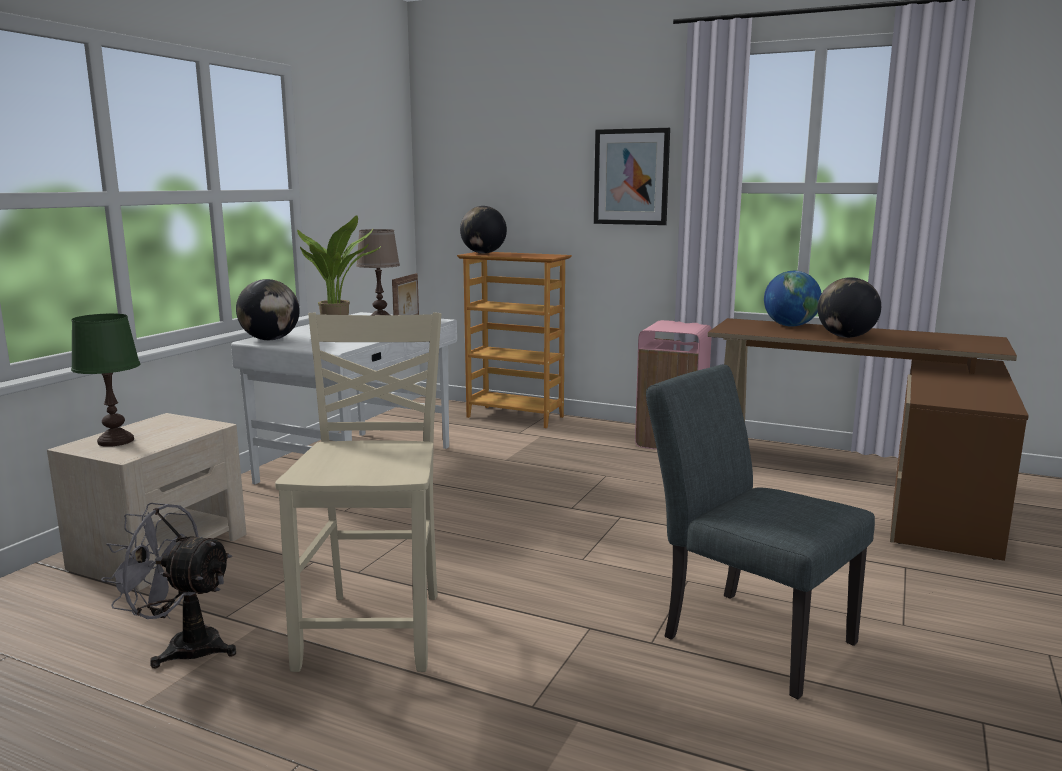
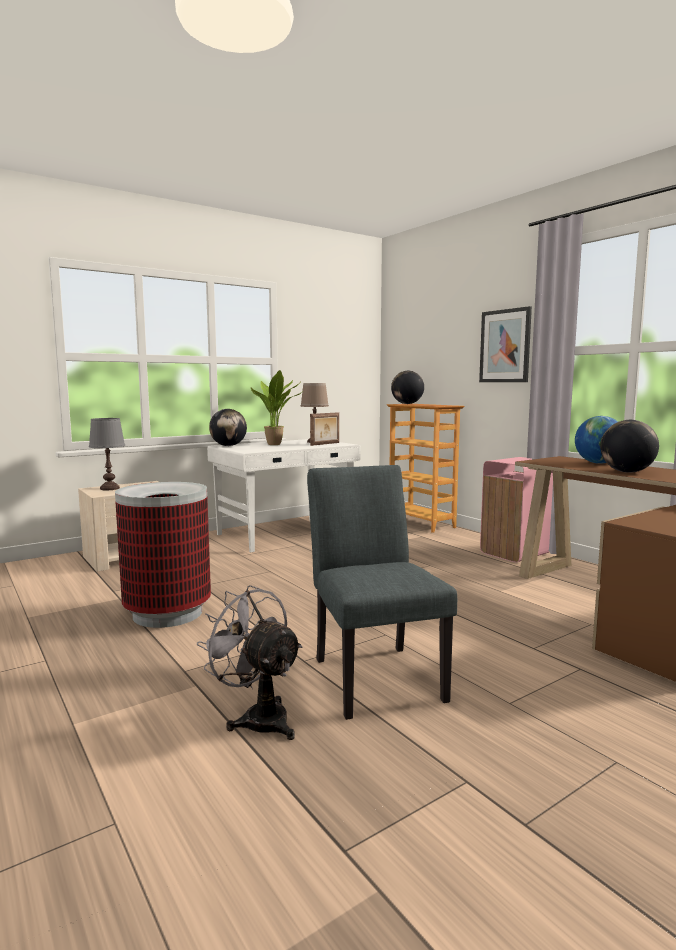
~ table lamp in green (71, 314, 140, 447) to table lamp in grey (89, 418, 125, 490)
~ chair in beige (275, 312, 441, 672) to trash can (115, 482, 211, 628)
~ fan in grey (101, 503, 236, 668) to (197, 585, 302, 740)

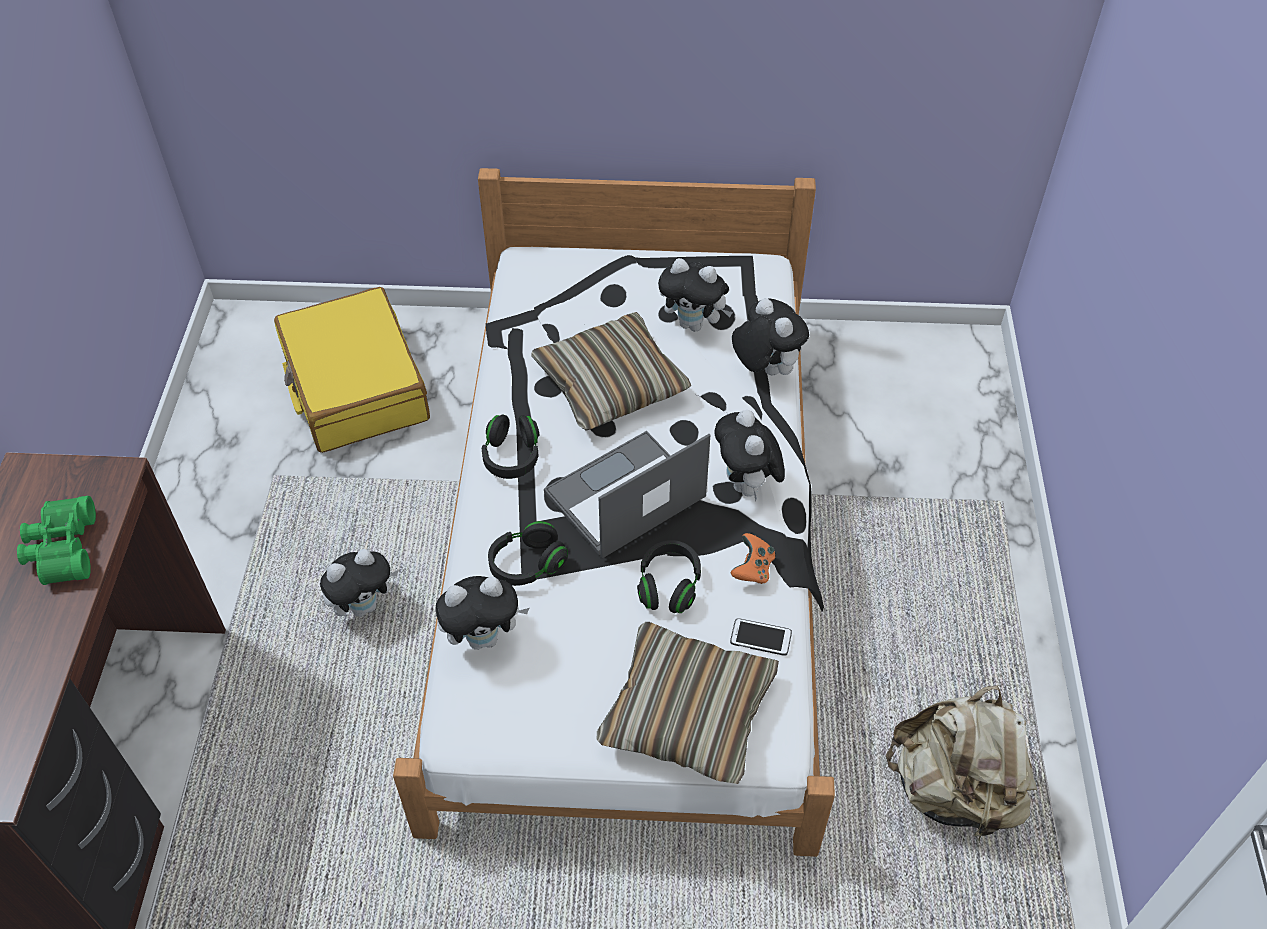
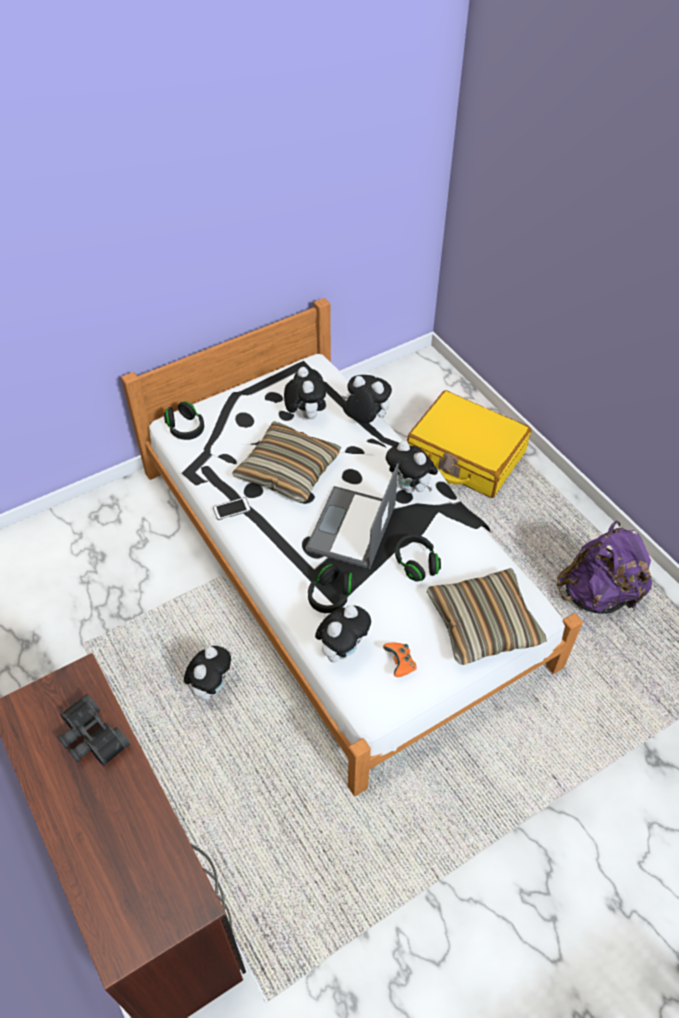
~ binoculars in green (17, 496, 96, 585) to binoculars in black (57, 694, 130, 766)
~ headphones in black (482, 415, 540, 479) to (164, 401, 204, 440)
~ phone (730, 618, 792, 656) to (213, 497, 251, 520)
~ plush toy (658, 258, 733, 332) = (284, 367, 326, 419) 90 degrees counterclockwise
~ game controller in orange (731, 533, 775, 584) to (383, 643, 417, 677)
~ suitcase in yellow (274, 287, 430, 453) to (407, 390, 531, 498)
~ backpack in beige (886, 686, 1037, 844) to backpack in purple (556, 521, 652, 614)

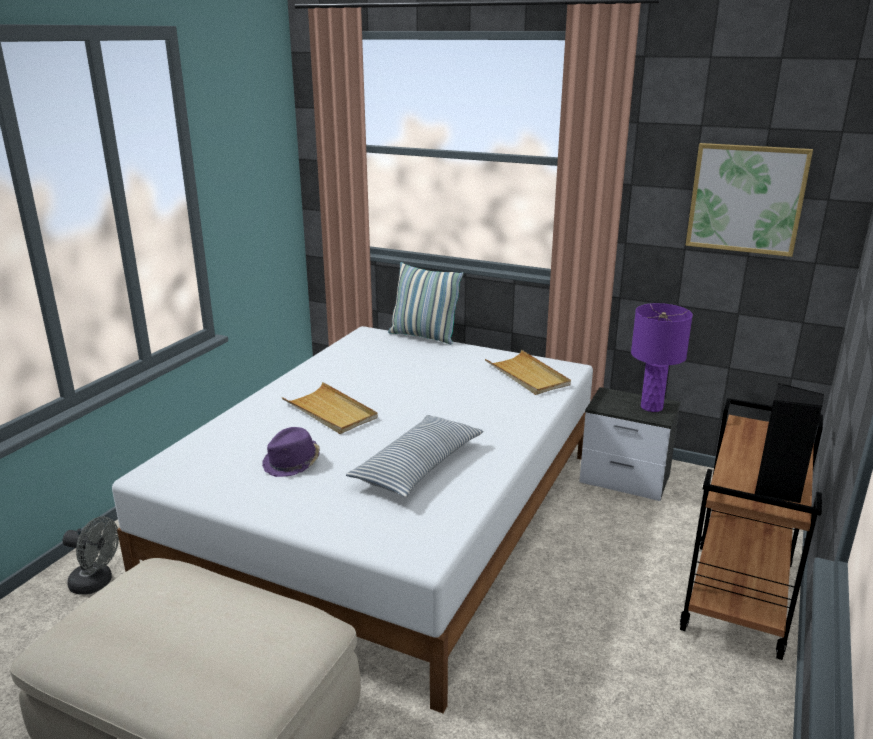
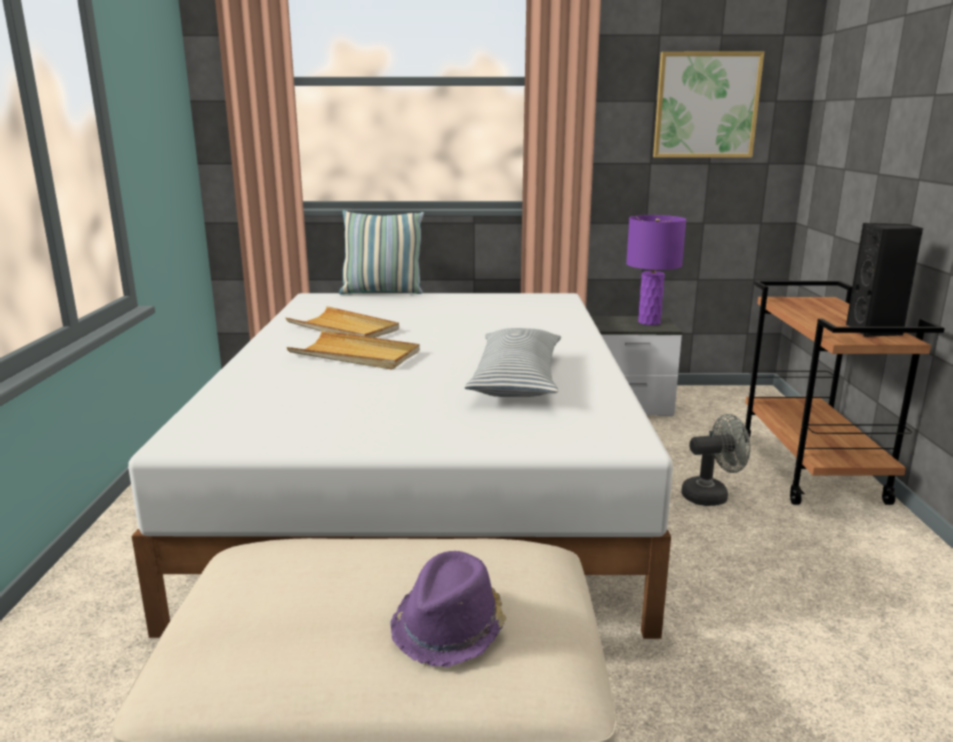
~ tray in beige (485, 350, 571, 395) to (286, 306, 399, 338)
~ hat in purple (262, 427, 320, 477) to (390, 551, 506, 667)
~ fan in grey (63, 516, 119, 595) to (681, 414, 750, 506)

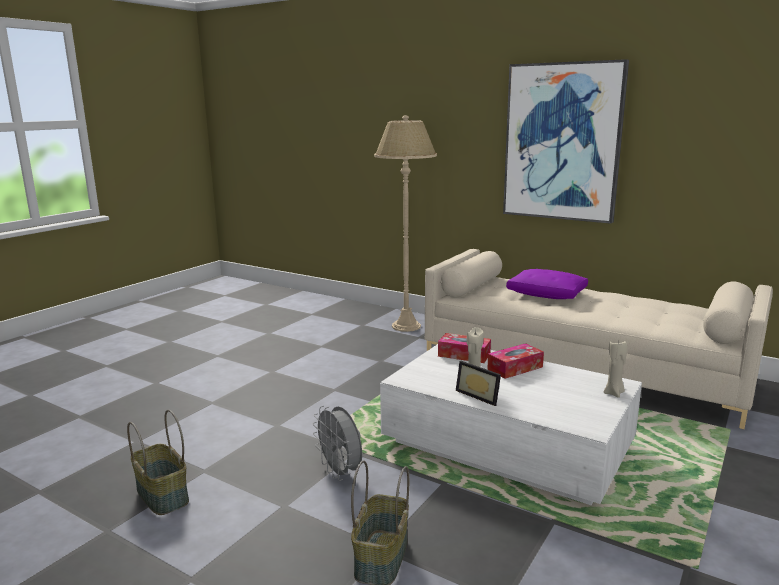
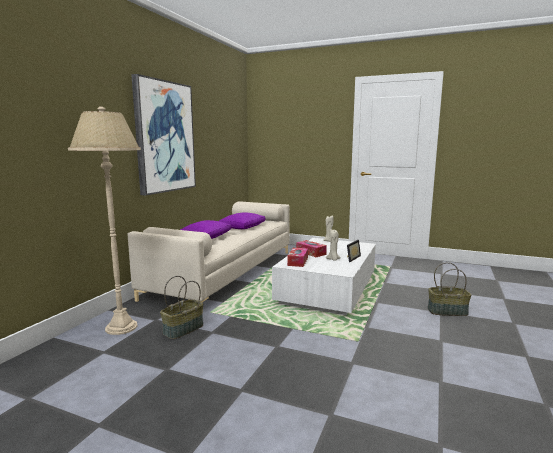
~ basket (127, 410, 189, 515) to (160, 276, 203, 339)
+ pillow in purple (219, 213, 265, 229)
- fan in grey (313, 406, 362, 481)

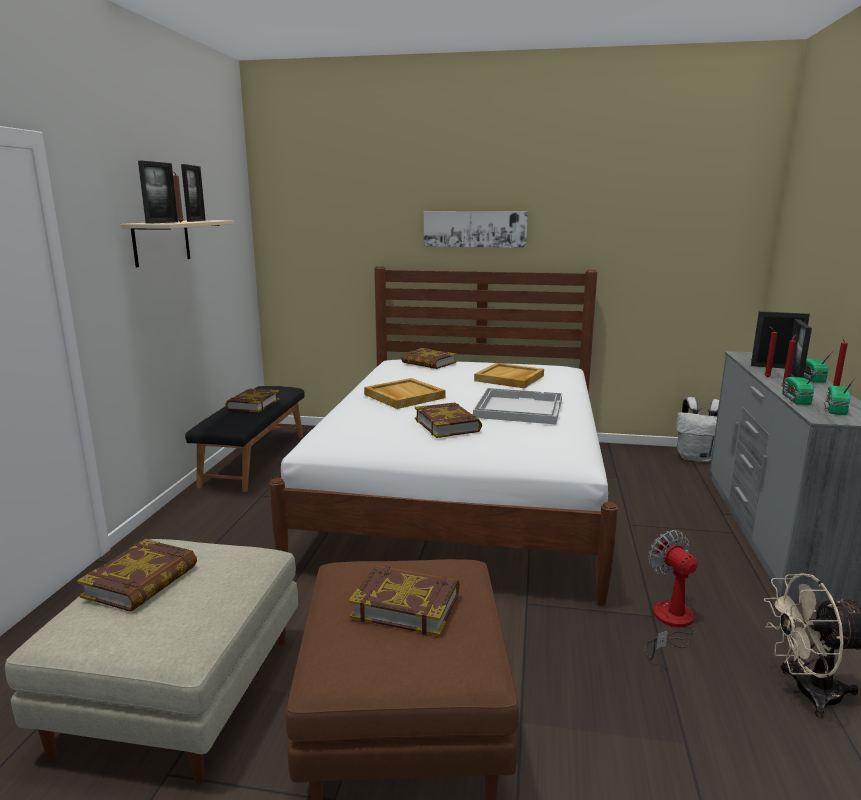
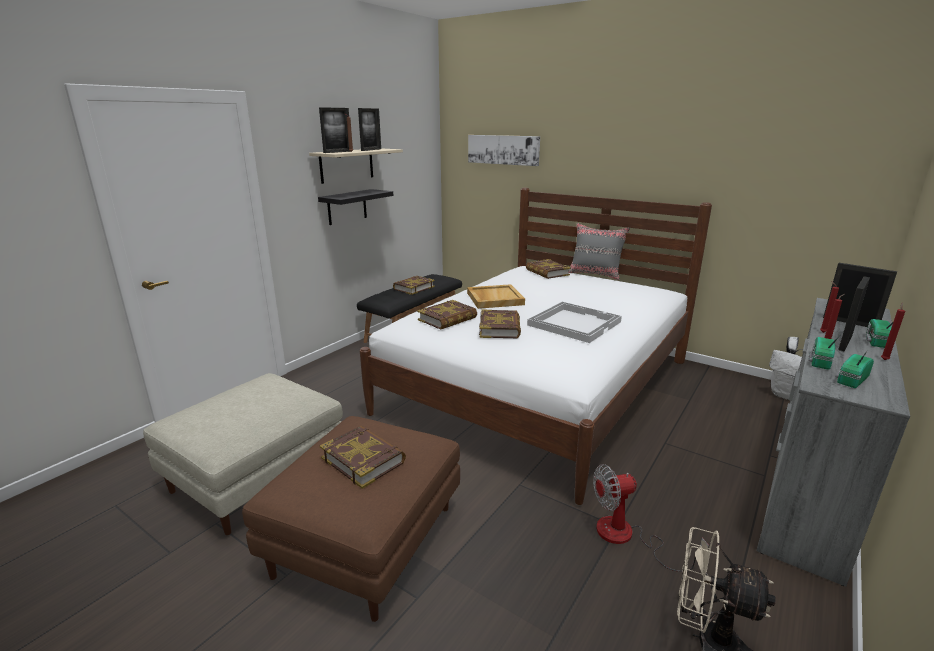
+ shelf in black (318, 189, 393, 225)
~ book (77, 539, 197, 612) to (417, 300, 477, 330)
~ picture (424, 211, 528, 248) to (468, 135, 540, 166)
+ pillow in grey (568, 223, 630, 280)
~ fan (644, 530, 698, 660) = (593, 464, 709, 572) 105 degrees counterclockwise
- tray in beige (474, 363, 544, 388)

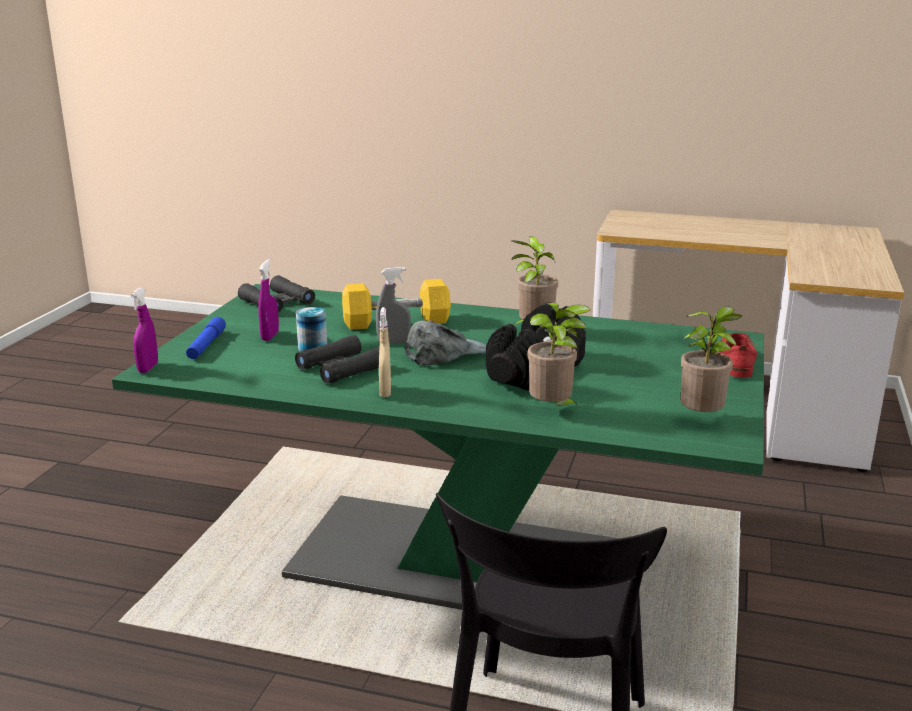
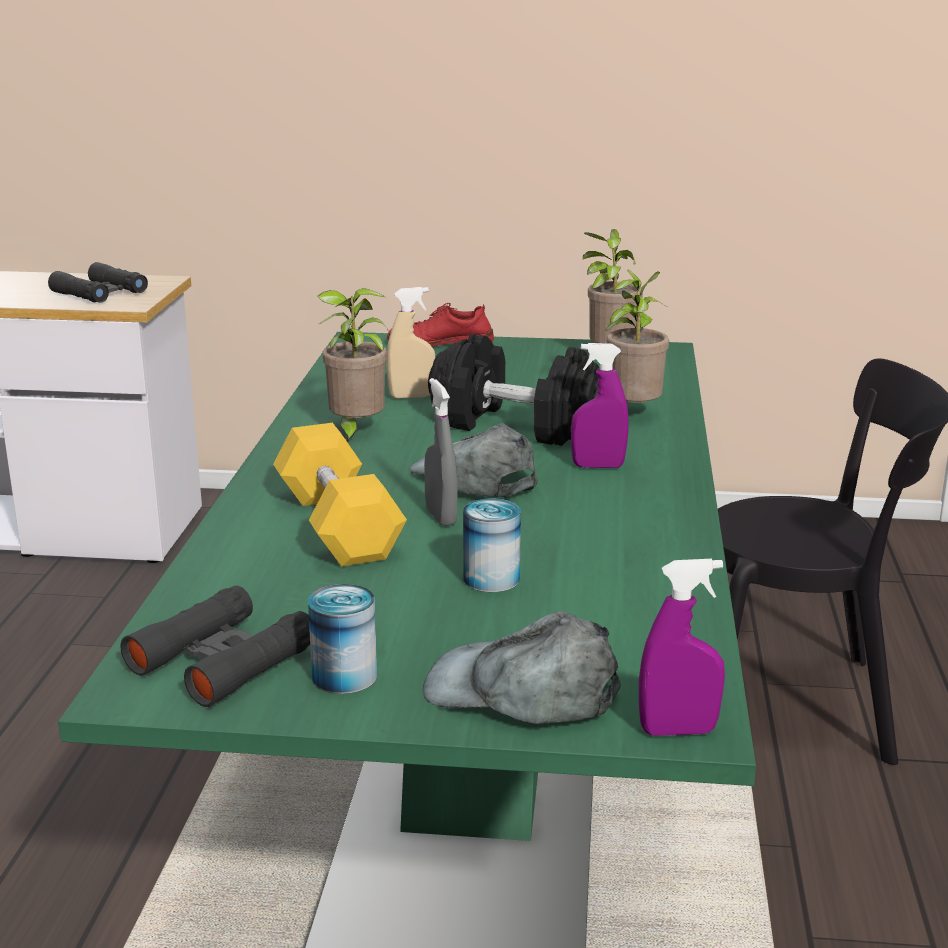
~ binoculars in black (295, 335, 380, 383) to (48, 262, 148, 303)
+ can (308, 584, 377, 694)
~ spray bottle in beige (379, 307, 391, 397) to (386, 287, 435, 399)
~ flashlight in blue (186, 317, 226, 359) to cap in grey (423, 611, 621, 724)
~ spray bottle in purple (258, 259, 279, 341) to (571, 343, 629, 468)

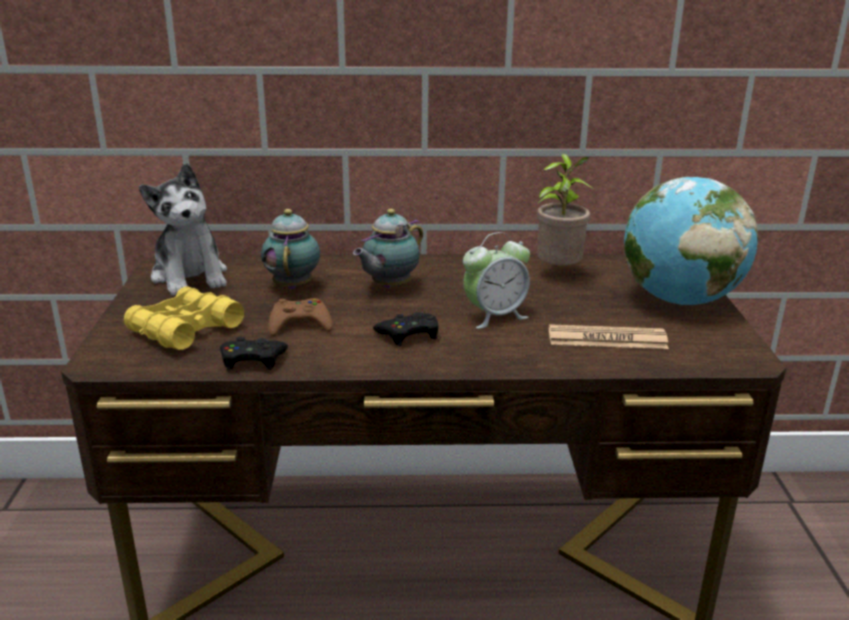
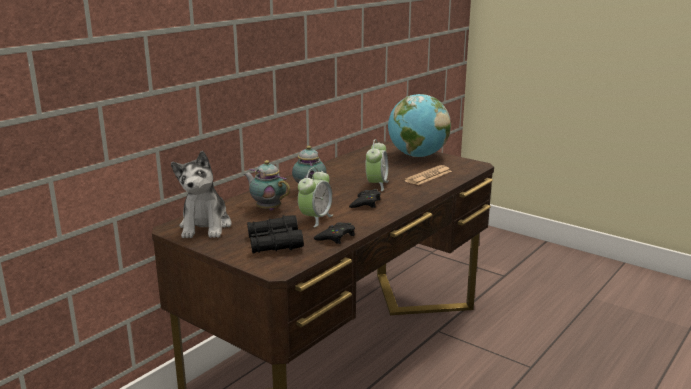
~ plush toy (139, 163, 227, 296) = (171, 151, 232, 238) 75 degrees clockwise
~ binoculars in yellow (124, 287, 244, 350) to binoculars in black (247, 215, 304, 254)
~ game controller in brown (268, 298, 332, 336) to alarm clock (298, 167, 333, 227)
- potted plant (537, 153, 592, 266)

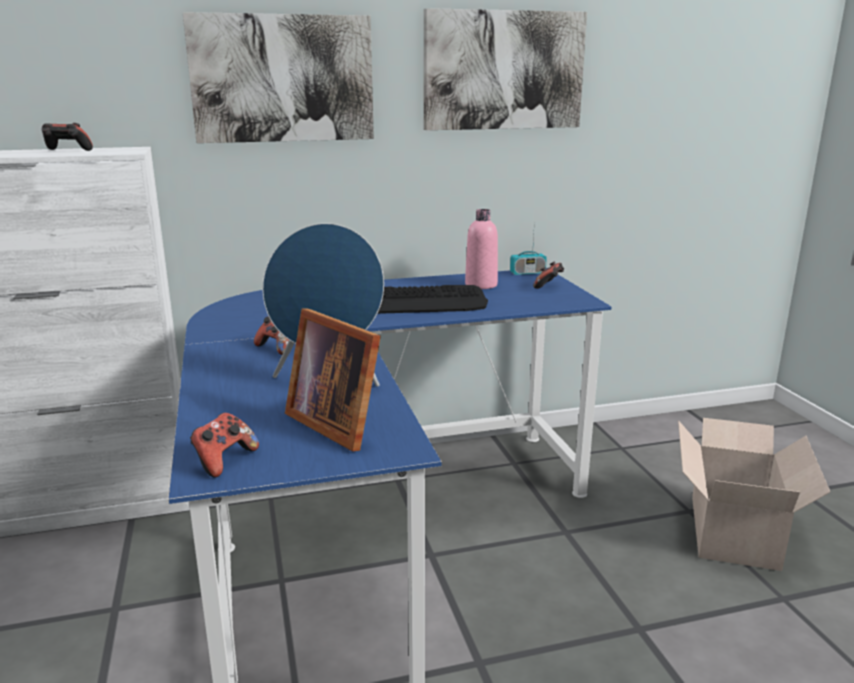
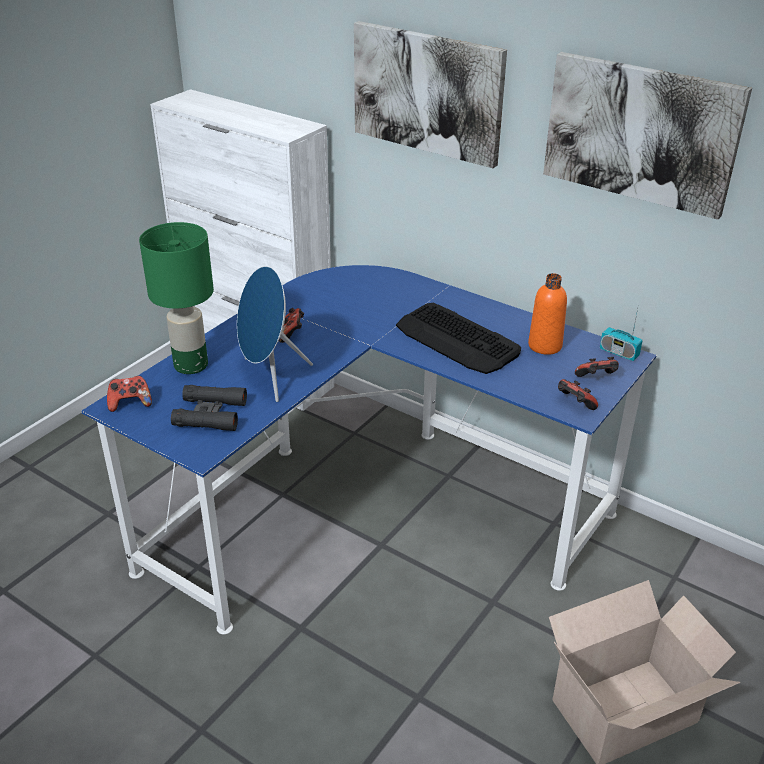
+ table lamp in green (139, 222, 214, 374)
~ picture frame (285, 308, 381, 452) to binoculars in black (171, 385, 247, 431)
~ bottle in pink (465, 209, 498, 289) to bottle in orange (528, 273, 567, 355)
~ game controller (41, 123, 93, 151) to (558, 379, 598, 410)

